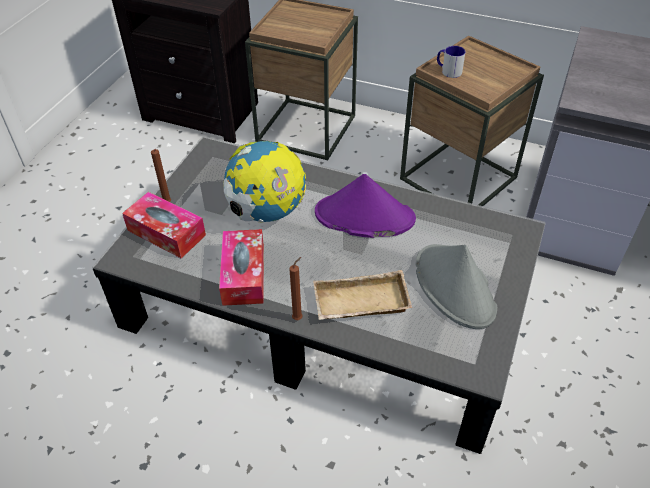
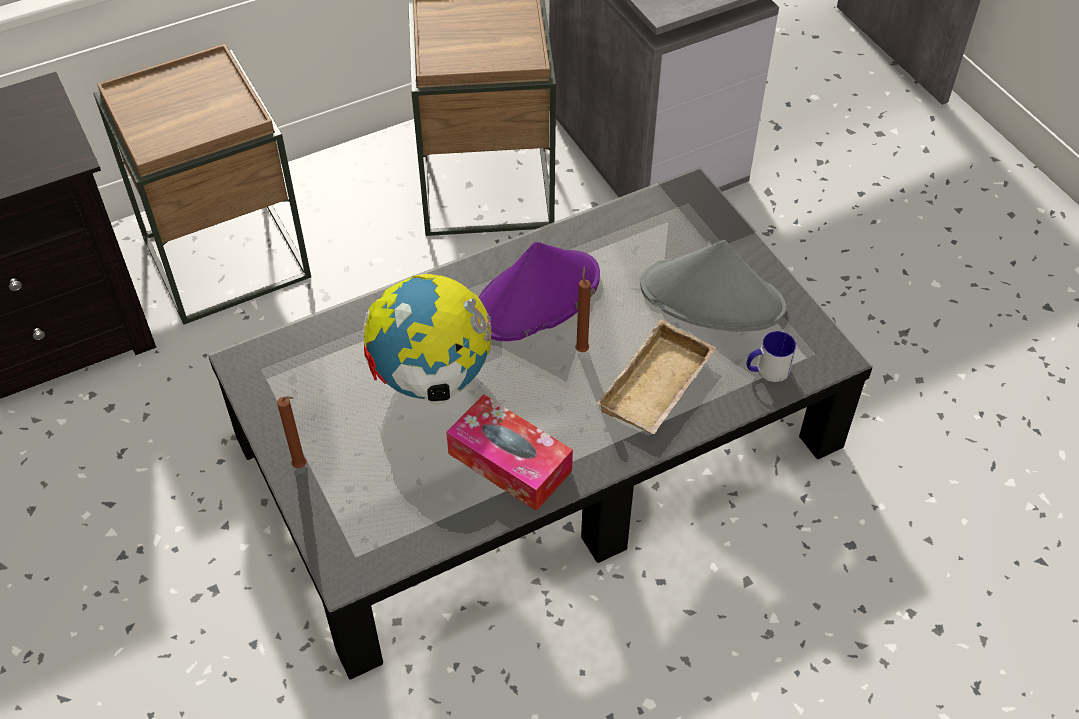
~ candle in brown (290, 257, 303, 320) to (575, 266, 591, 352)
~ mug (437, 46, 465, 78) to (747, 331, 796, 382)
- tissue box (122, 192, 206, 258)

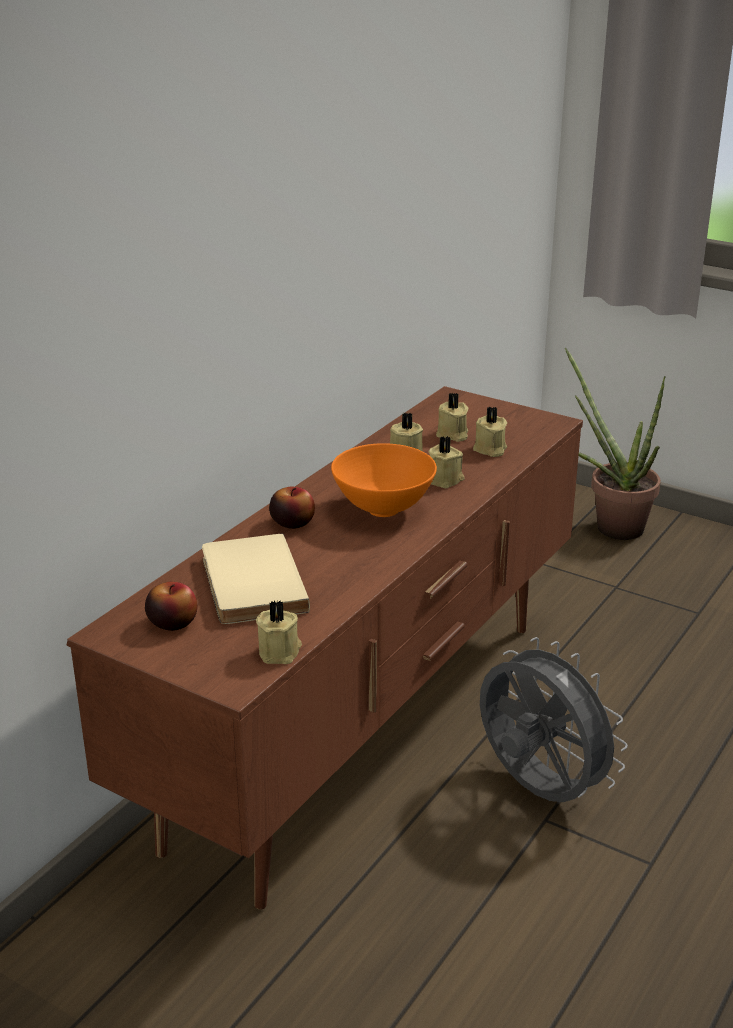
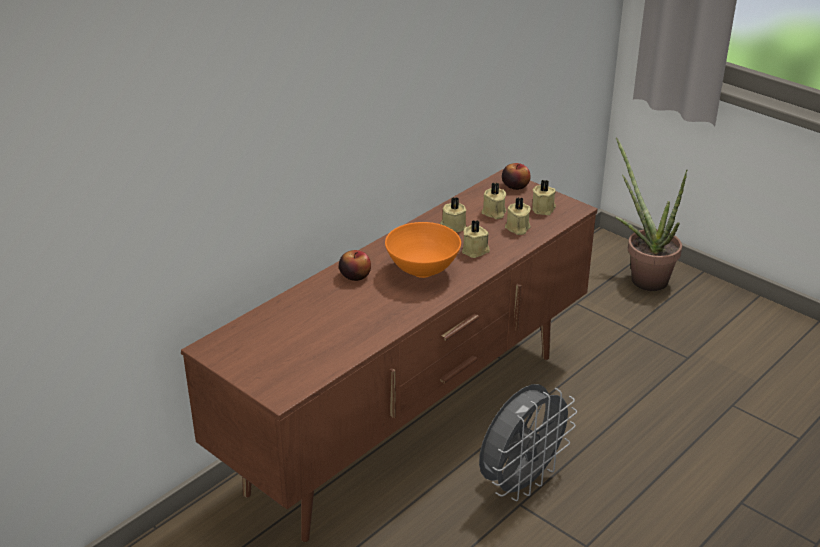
~ fan in grey (480, 637, 628, 802) = (479, 384, 577, 501) 75 degrees clockwise
~ apple (145, 582, 197, 631) to (502, 163, 530, 190)
~ candle in beige (256, 600, 302, 664) to (532, 180, 556, 215)
- book in beige (202, 534, 310, 624)

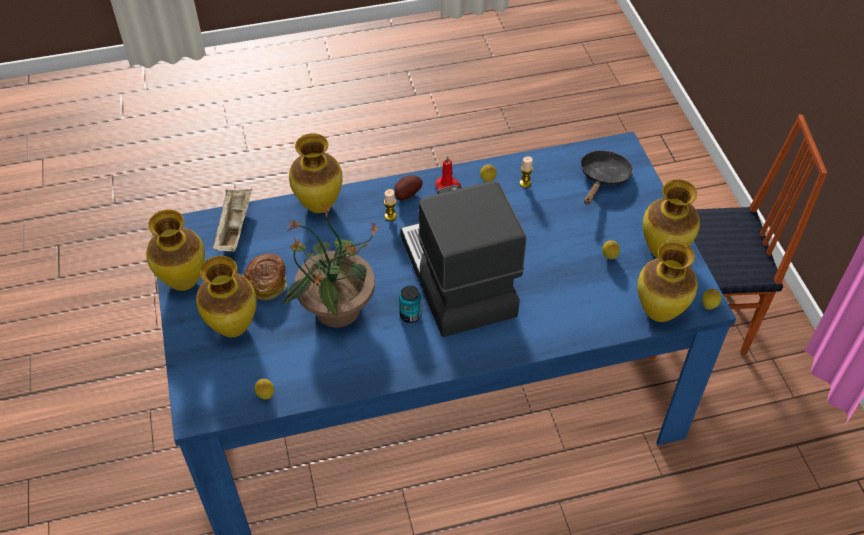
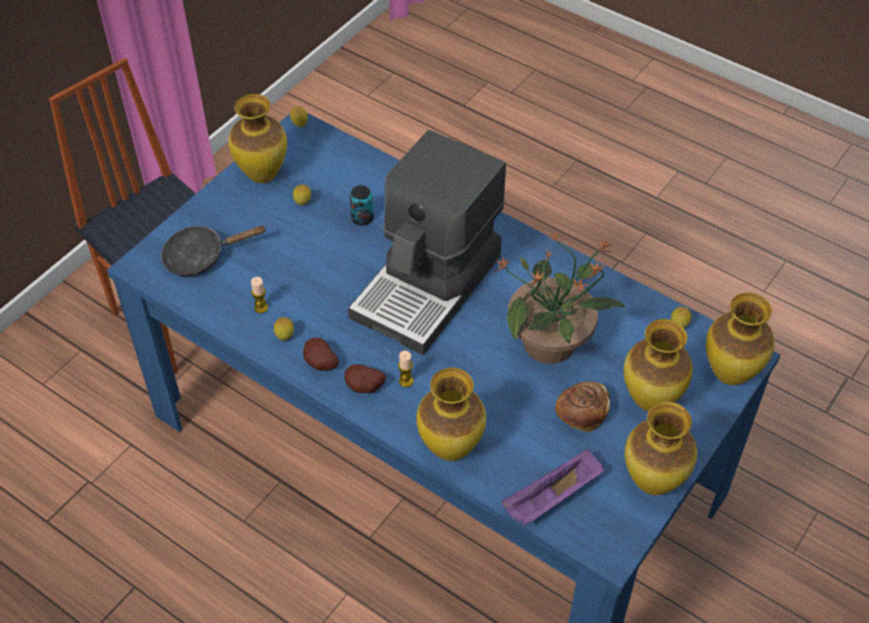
~ candle in red (435, 156, 461, 189) to potato (303, 337, 339, 371)
~ can (399, 286, 421, 323) to (350, 185, 374, 225)
~ tray in beige (213, 189, 252, 252) to tray in purple (501, 449, 604, 526)
~ vase (637, 240, 697, 322) to (706, 293, 775, 385)

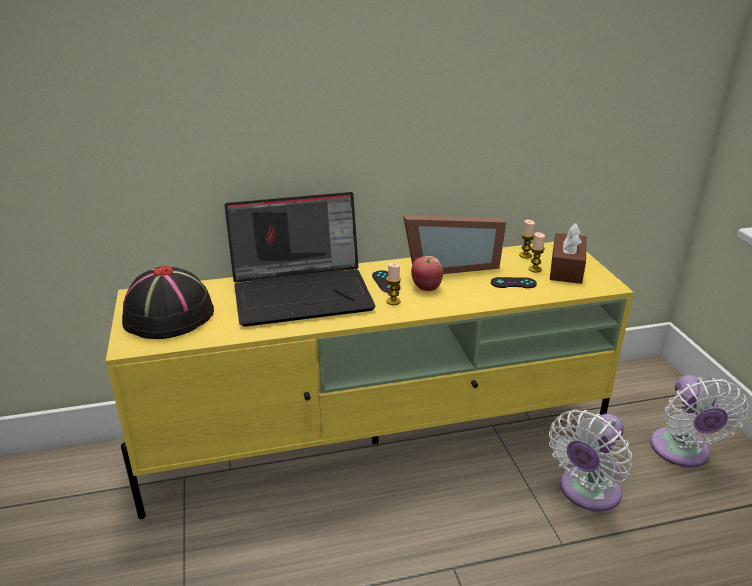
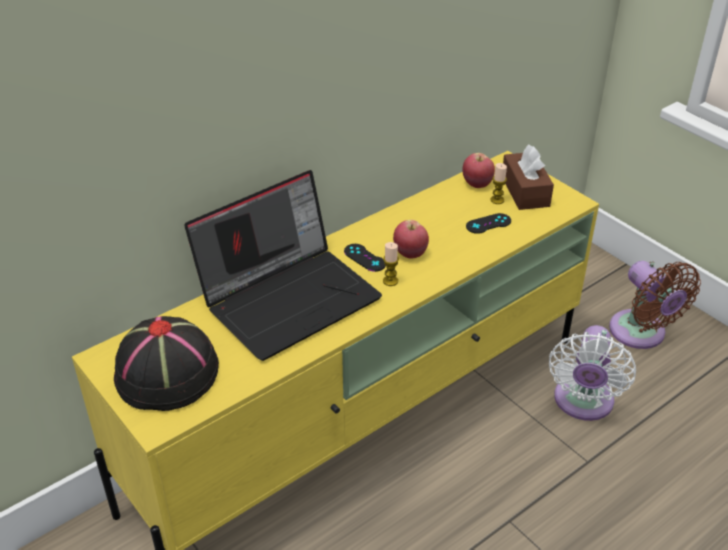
~ candle (519, 220, 535, 258) to apple (462, 153, 495, 188)
~ fan in white (650, 375, 749, 467) to fan in brown (609, 261, 701, 349)
- picture frame (403, 215, 506, 274)

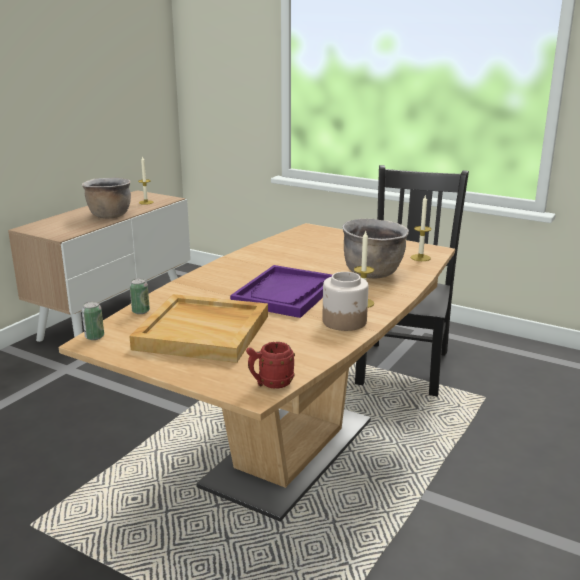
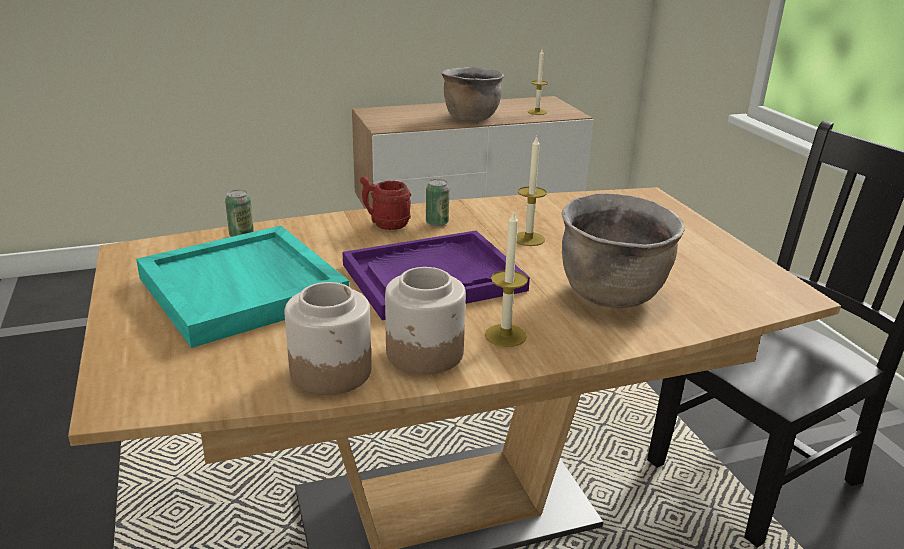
~ tray in beige (129, 294, 268, 363) to tray in turquoise (136, 226, 349, 348)
+ jar (284, 282, 371, 395)
~ mug in red (246, 342, 295, 389) to (360, 176, 411, 230)
~ can (82, 301, 104, 340) to (426, 179, 449, 227)
~ candle (411, 196, 431, 261) to (517, 135, 547, 246)

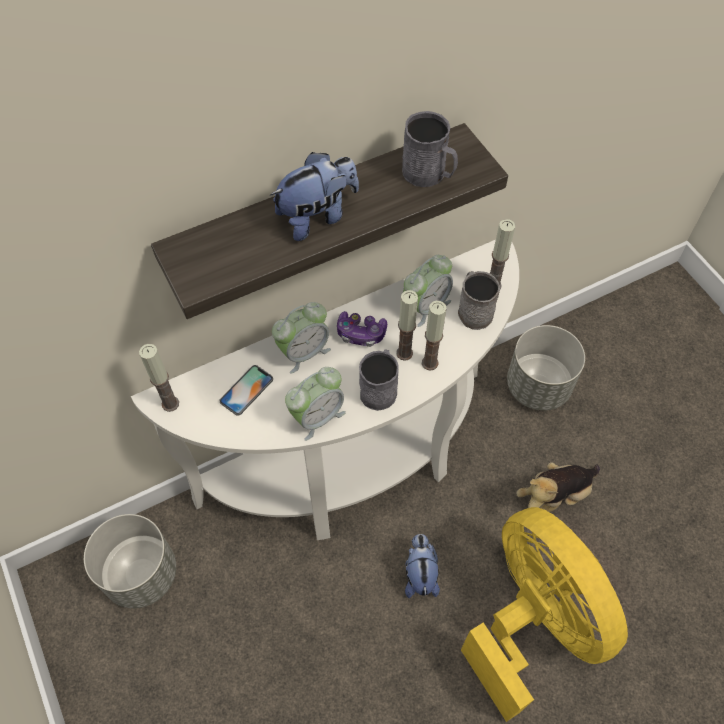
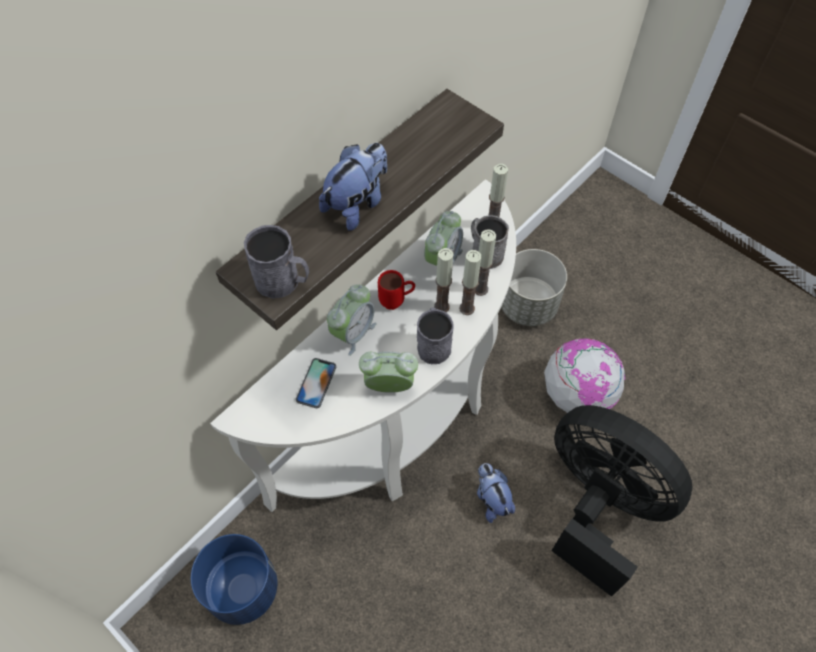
~ planter in grey (84, 514, 176, 608) to planter in blue (191, 534, 277, 625)
~ mug in grey (402, 111, 458, 187) to (244, 225, 309, 299)
~ alarm clock (285, 367, 346, 441) = (359, 352, 418, 393) 120 degrees counterclockwise
~ game controller (337, 311, 387, 347) to mug in red (378, 270, 415, 310)
~ candle (139, 344, 179, 412) to (475, 229, 496, 296)
~ plush toy (516, 462, 600, 512) to globe (544, 338, 625, 413)
~ fan in yellow (461, 507, 628, 722) to fan in black (551, 405, 693, 597)

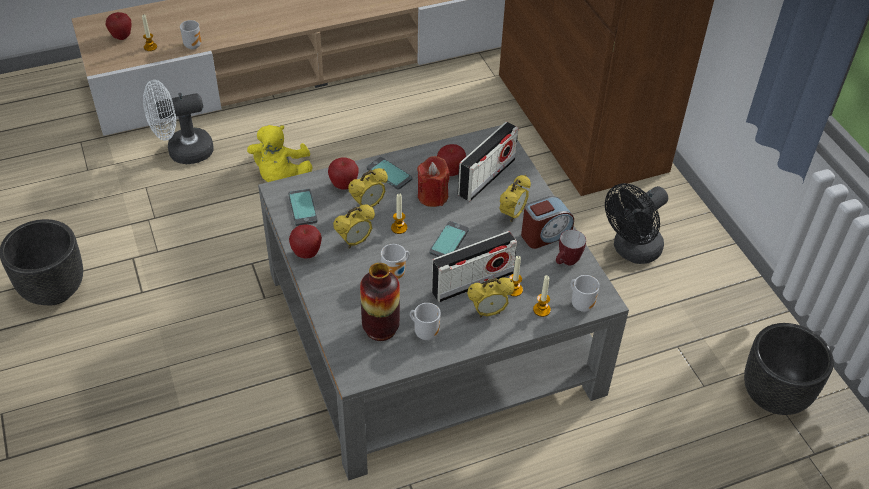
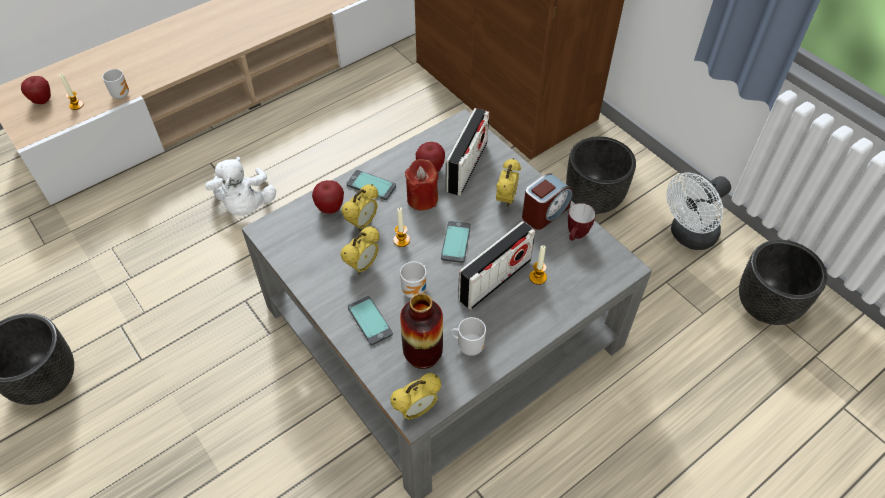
~ plush toy in yellow (247, 125, 313, 182) to plush toy in white (205, 157, 276, 216)
~ phone (288, 189, 318, 226) to (348, 296, 393, 345)
~ alarm clock (467, 278, 514, 318) to (391, 373, 441, 420)
~ fan in black (605, 183, 668, 264) to planter in black (566, 136, 636, 214)
~ fan in white (143, 80, 214, 164) to (667, 172, 731, 250)
- apple (289, 224, 322, 259)
- candle (533, 275, 551, 317)
- mug (570, 275, 600, 312)

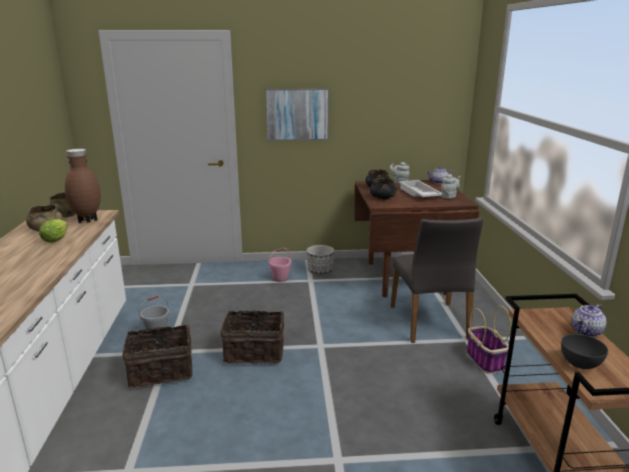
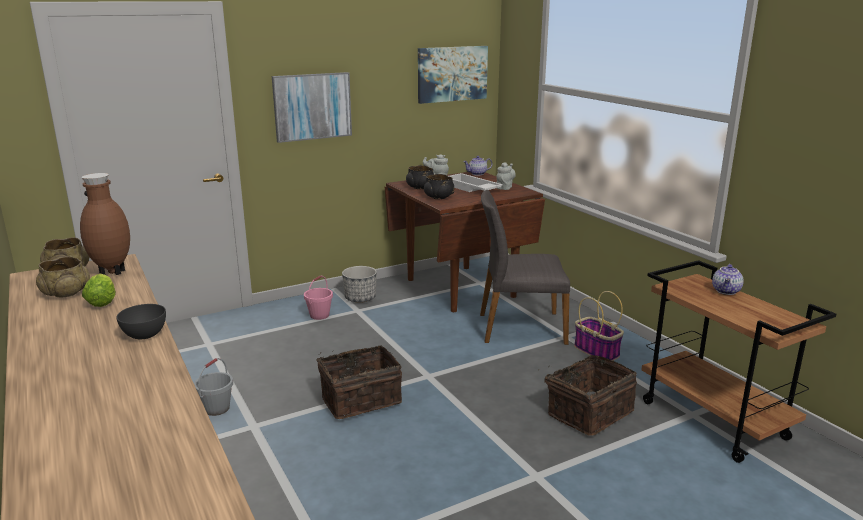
~ bowl in grey (561, 334, 608, 369) to (116, 304, 166, 339)
+ picture (418, 46, 488, 104)
~ chair in grey (391, 217, 483, 343) = (480, 190, 570, 345) 120 degrees clockwise
~ basket (122, 325, 193, 388) to (539, 355, 637, 436)

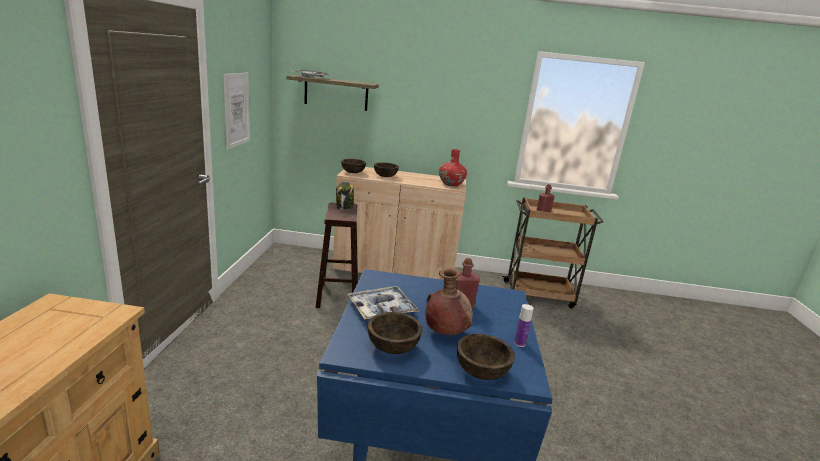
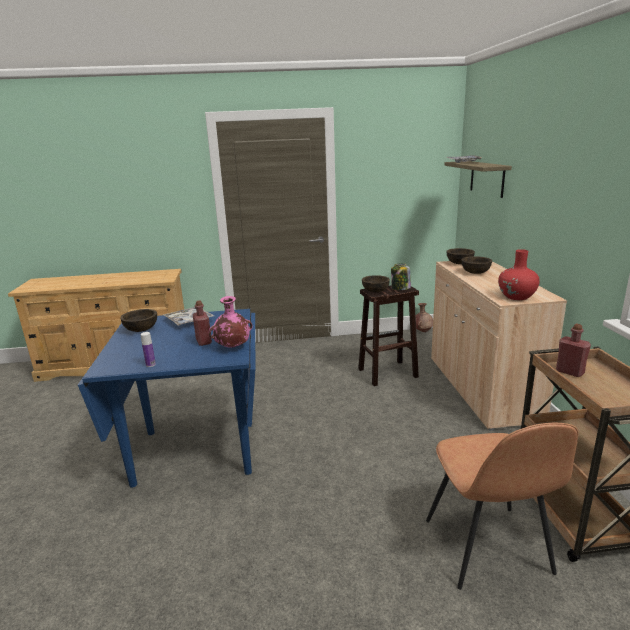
+ vase in pink (209, 296, 252, 348)
~ bowl in brown (457, 334, 515, 380) to (362, 275, 390, 293)
~ vase in brown (425, 268, 473, 335) to (416, 303, 433, 332)
+ chair in brown (426, 423, 578, 590)
- picture (224, 73, 250, 149)

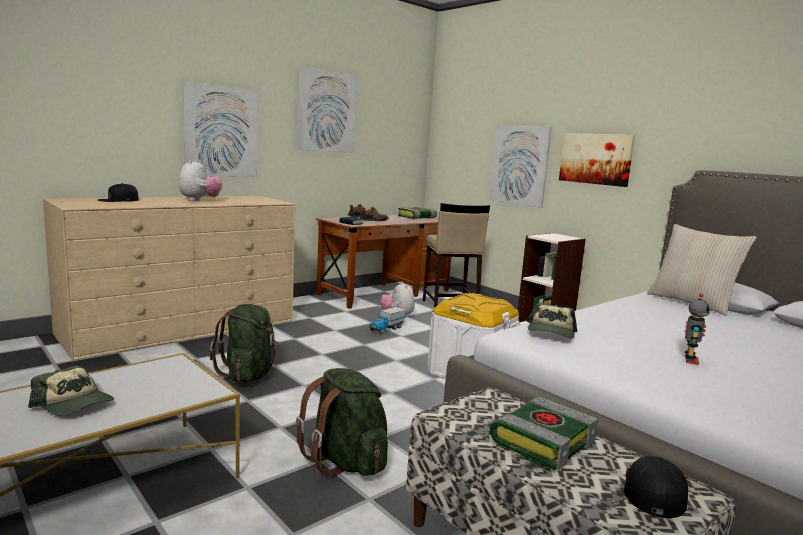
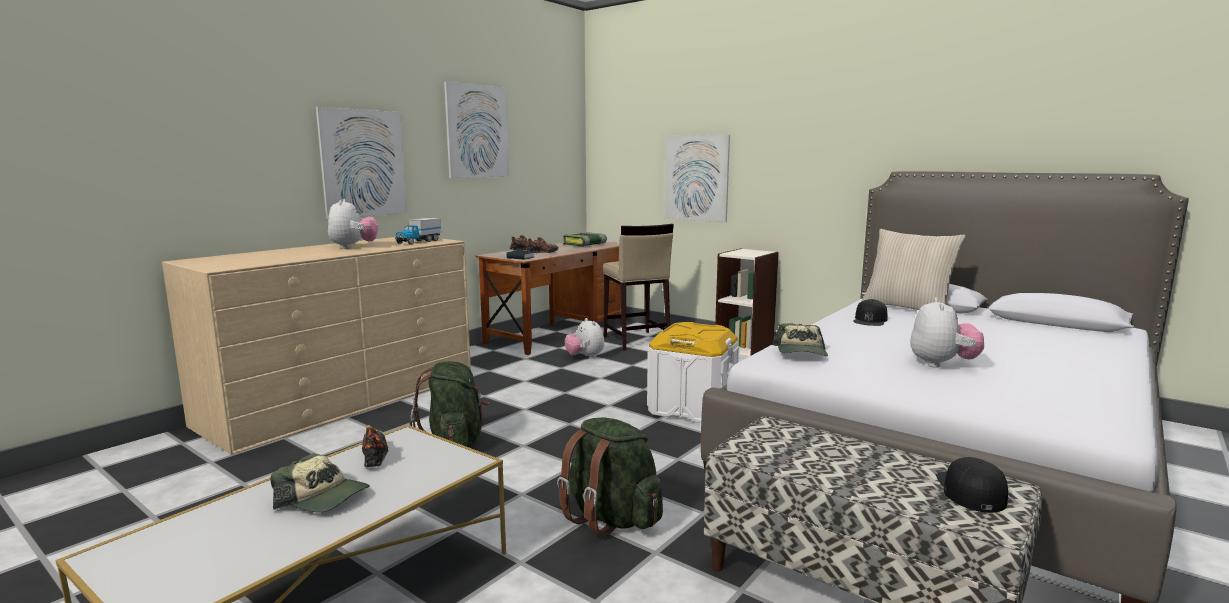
+ shoe (362, 425, 389, 467)
~ toy truck (369, 307, 405, 334) to (395, 218, 441, 245)
~ cap in black (98, 183, 139, 202) to (853, 299, 887, 326)
~ toy robot (685, 293, 710, 365) to plush toy (910, 298, 984, 368)
- book (490, 397, 598, 470)
- picture (559, 133, 635, 187)

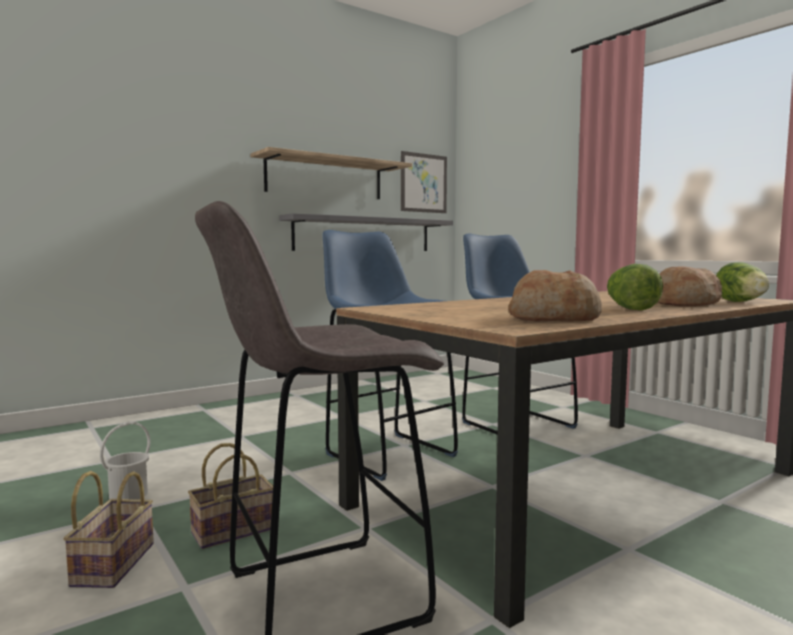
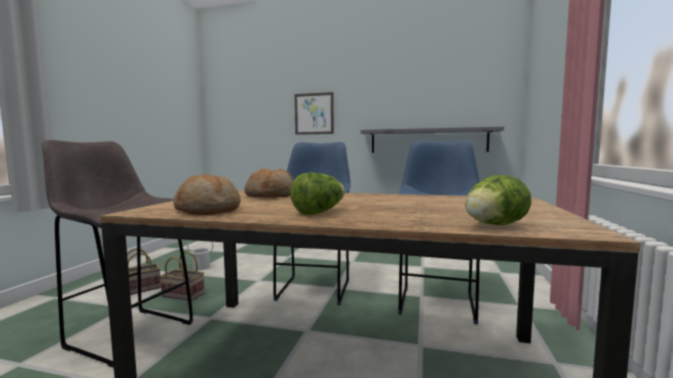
~ bread (657, 266, 722, 307) to (244, 169, 293, 198)
~ picture (401, 151, 447, 213) to (295, 92, 334, 135)
- shelf (251, 147, 412, 199)

